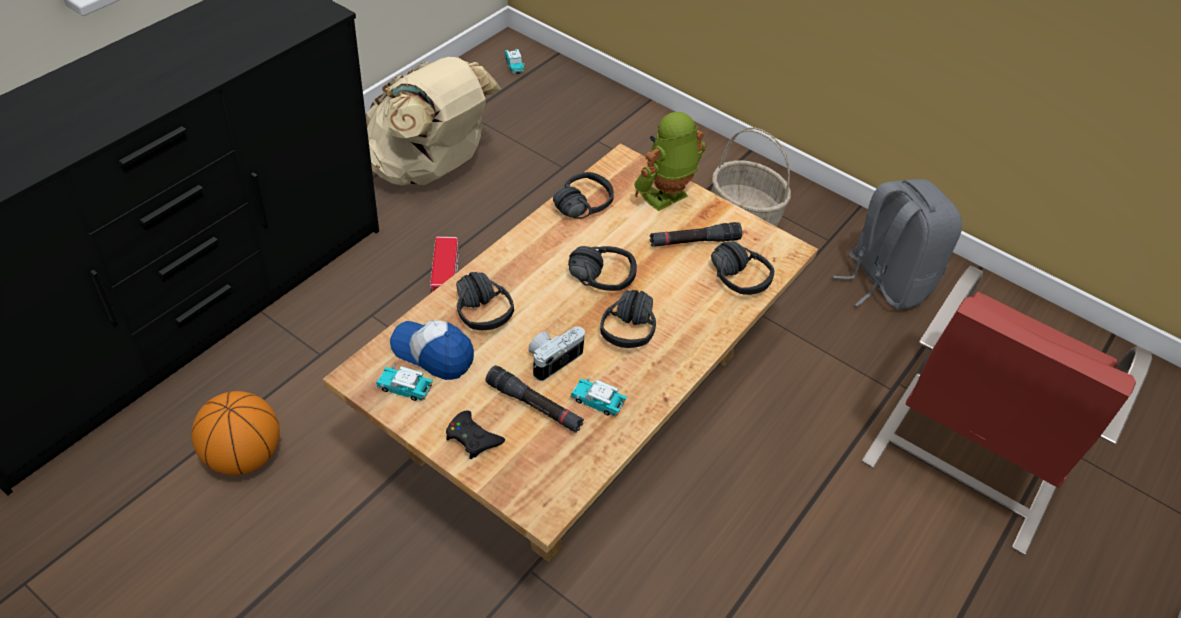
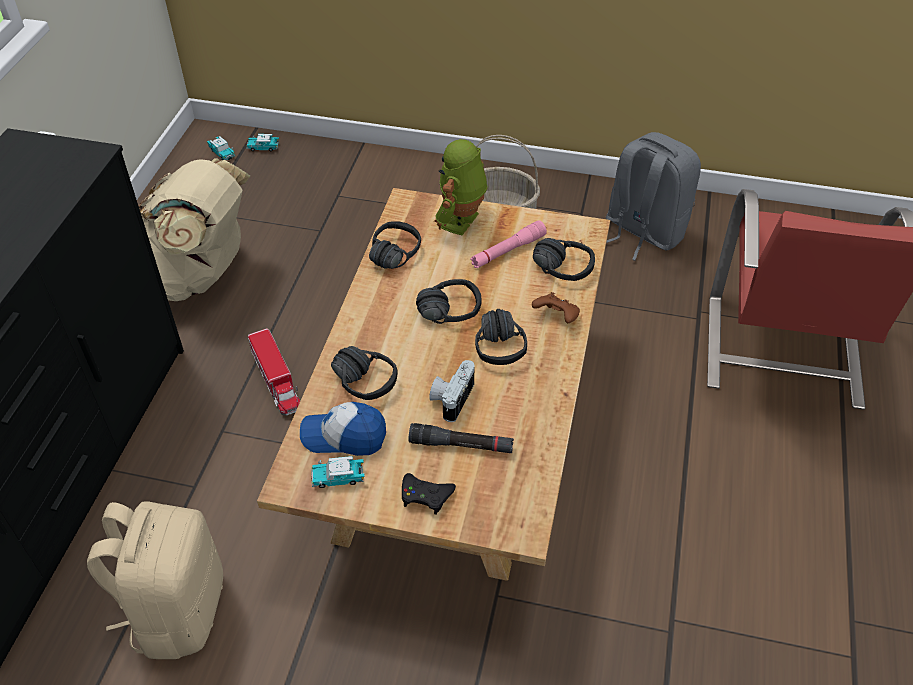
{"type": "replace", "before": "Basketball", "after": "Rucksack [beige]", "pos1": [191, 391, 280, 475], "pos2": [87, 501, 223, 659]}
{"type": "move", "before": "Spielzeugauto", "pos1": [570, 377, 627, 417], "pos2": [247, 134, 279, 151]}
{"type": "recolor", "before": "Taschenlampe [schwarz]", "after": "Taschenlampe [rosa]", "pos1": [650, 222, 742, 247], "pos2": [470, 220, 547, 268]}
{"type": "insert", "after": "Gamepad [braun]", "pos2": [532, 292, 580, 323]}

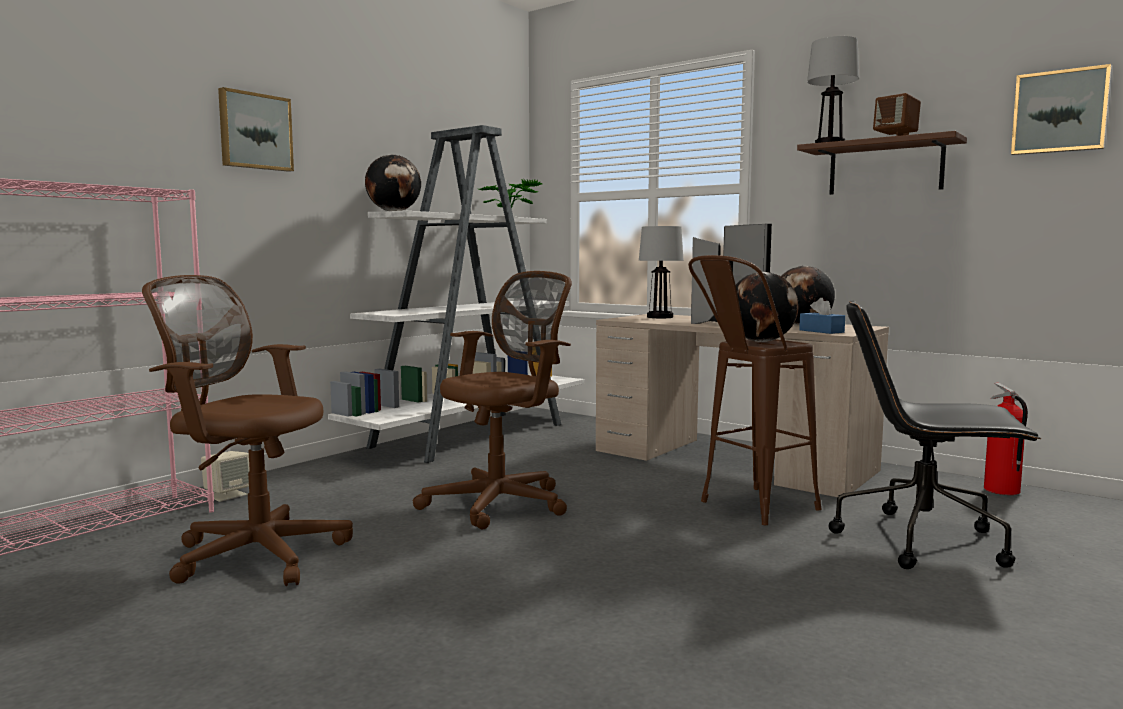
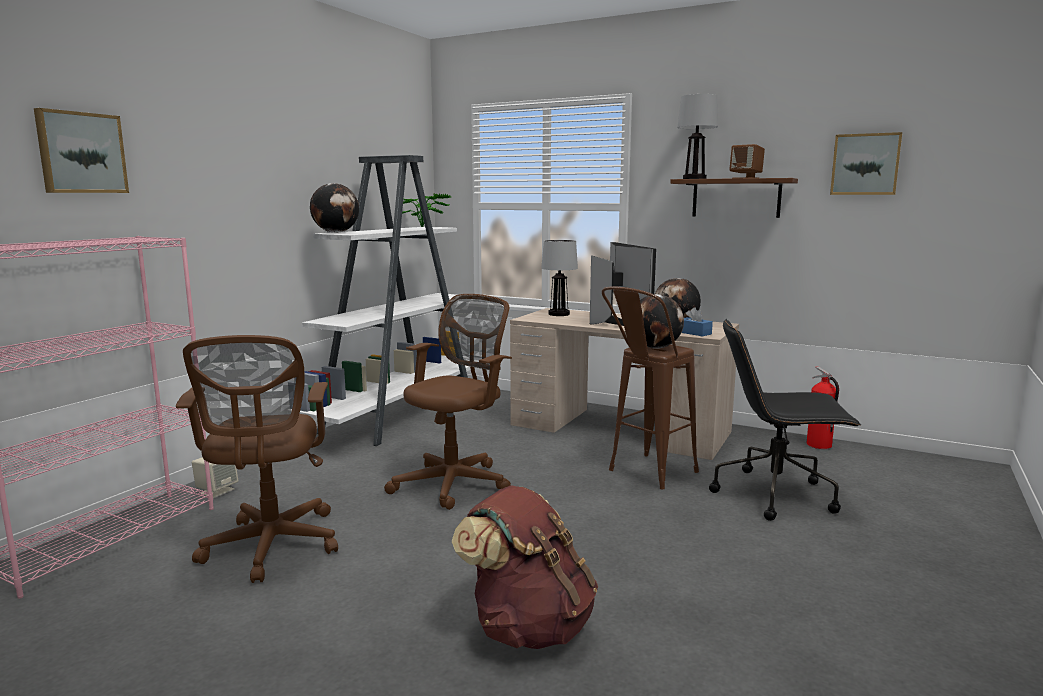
{"type": "rotate", "before": "Bürostuhl [braun]", "pos1": [142, 275, 353, 586], "pos2": [176, 335, 338, 583], "turn": -105}
{"type": "move", "before": "Bild", "pos1": [218, 87, 294, 172], "pos2": [34, 108, 129, 193]}
{"type": "insert", "after": "Rucksack [braun]", "pos2": [452, 485, 598, 649]}

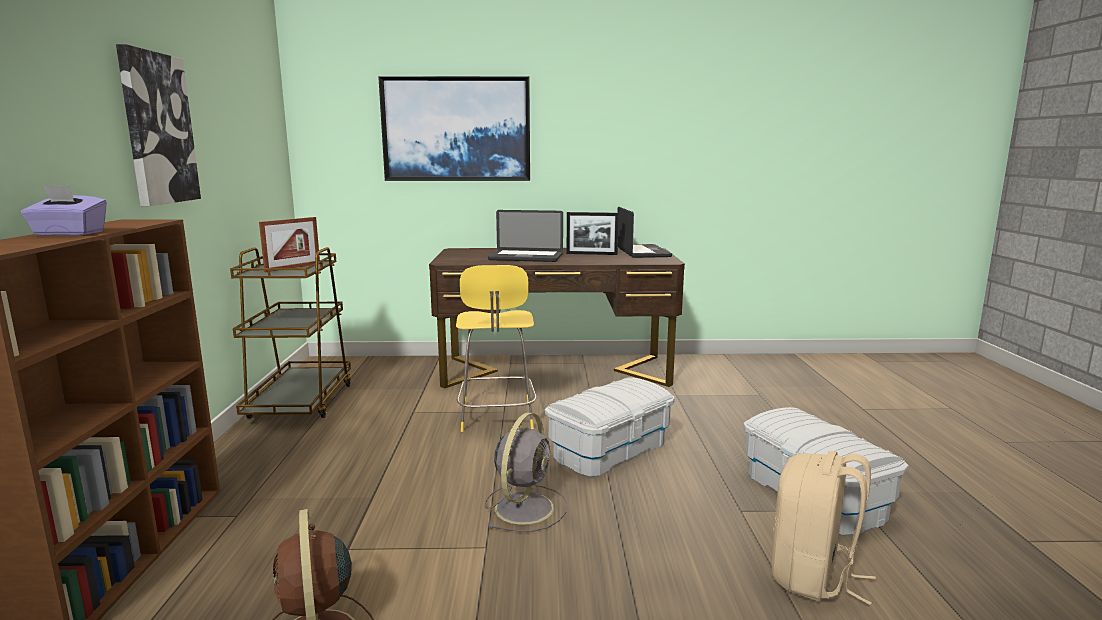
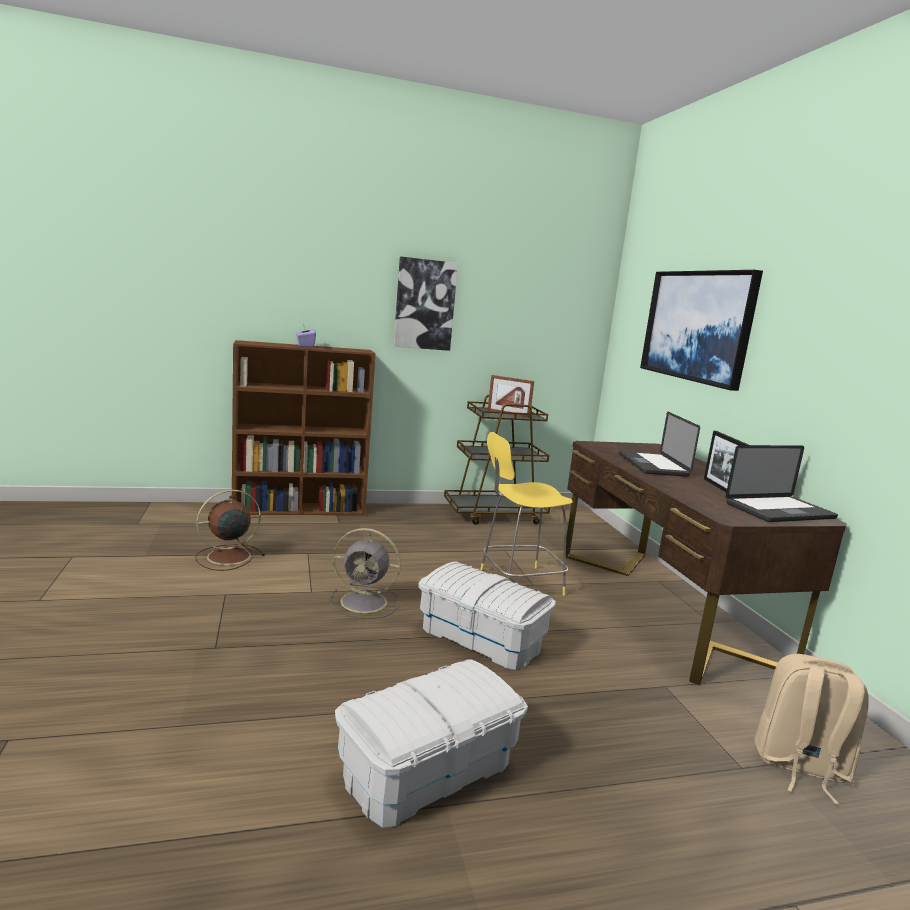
{"type": "move", "before": "Rucksack [beige]", "pos1": [771, 451, 876, 605], "pos2": [754, 654, 869, 804]}

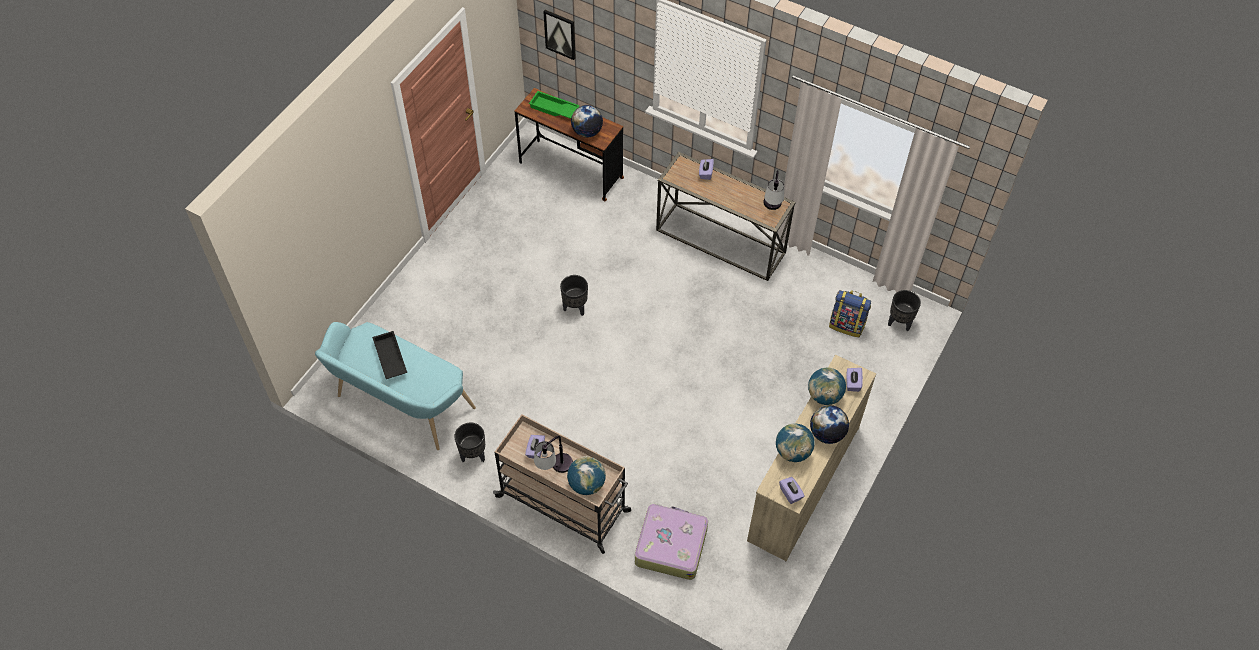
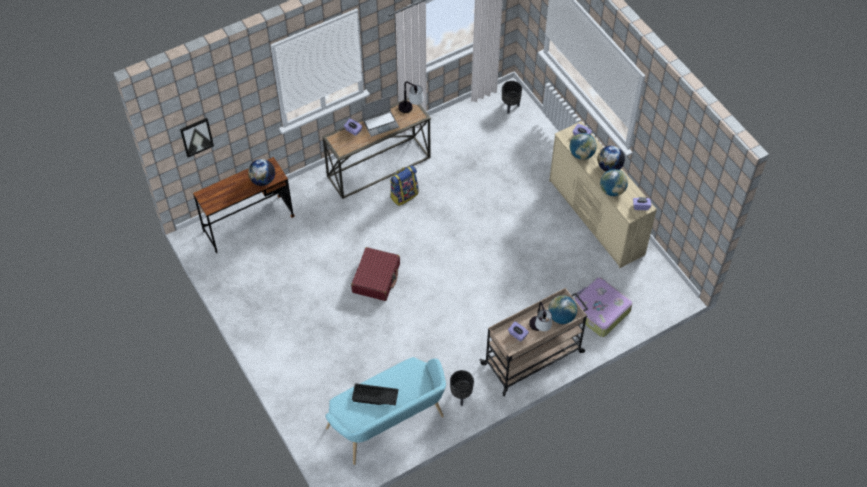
{"type": "delete", "before": "Tablett [grün]", "pos1": [529, 91, 580, 119]}
{"type": "replace", "before": "Pflanzkübel [schwarz]", "after": "Koffer [rot]", "pos1": [560, 275, 588, 316], "pos2": [351, 247, 400, 301]}
{"type": "move", "before": "Rucksack", "pos1": [829, 290, 871, 337], "pos2": [390, 165, 418, 206]}
{"type": "insert", "after": "Laptop", "pos2": [362, 96, 399, 137]}

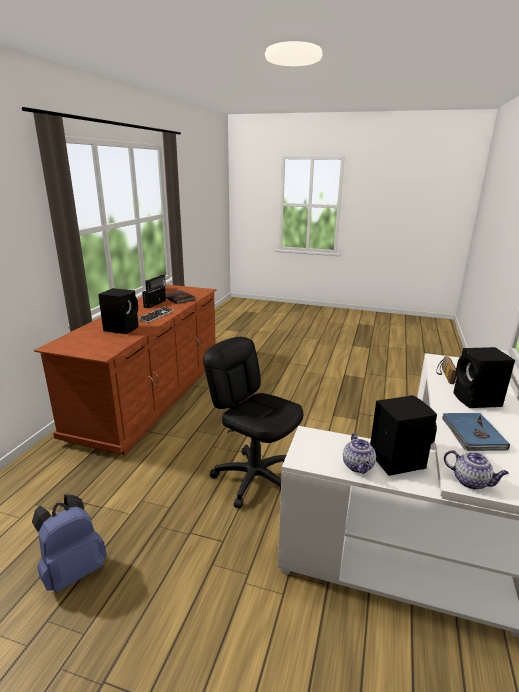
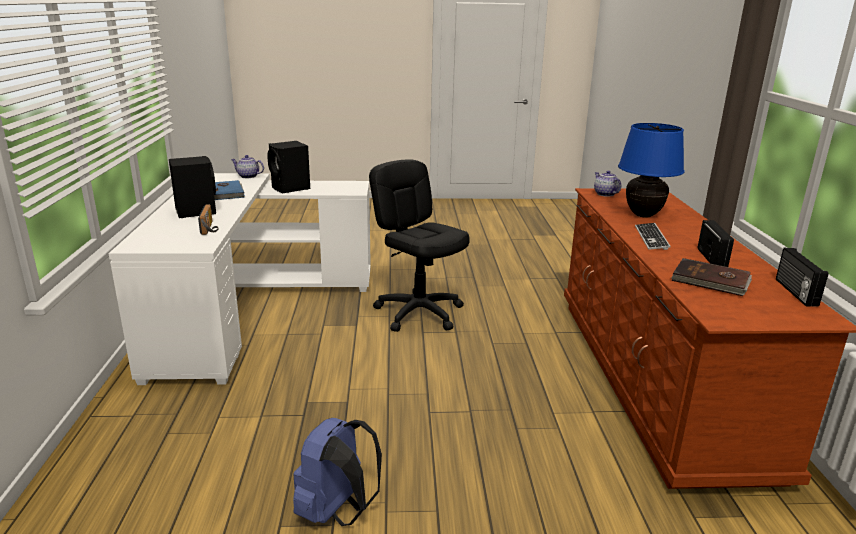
{"type": "move", "before": "Rucksack [blau]", "pos1": [32, 494, 107, 593], "pos2": [293, 418, 382, 526]}
{"type": "replace", "before": "Lautsprecher [schwarz]", "after": "Tischlampe [blau]", "pos1": [98, 288, 139, 334], "pos2": [618, 123, 685, 218]}
{"type": "rotate", "before": "Bürostuhl [schwarz]", "pos1": [203, 337, 303, 509], "pos2": [369, 159, 470, 332], "turn": -150}
{"type": "move", "before": "Teekanne", "pos1": [343, 433, 376, 474], "pos2": [594, 171, 621, 197]}

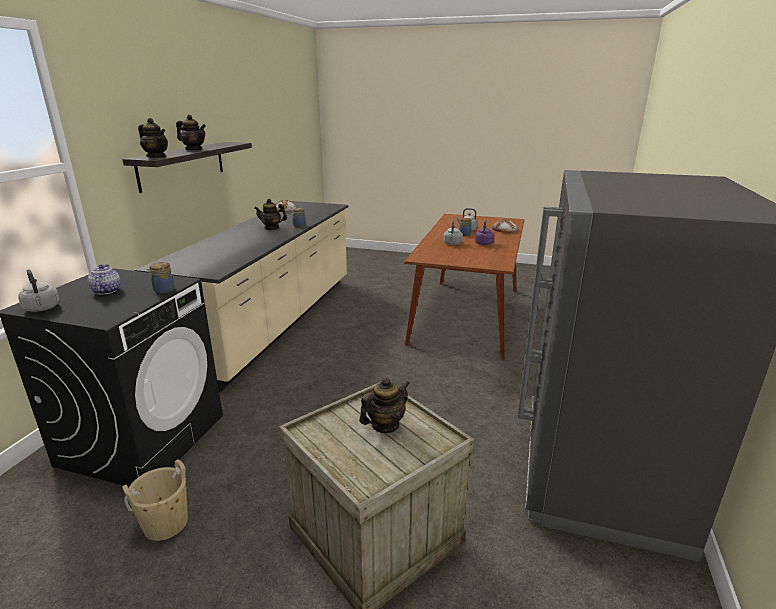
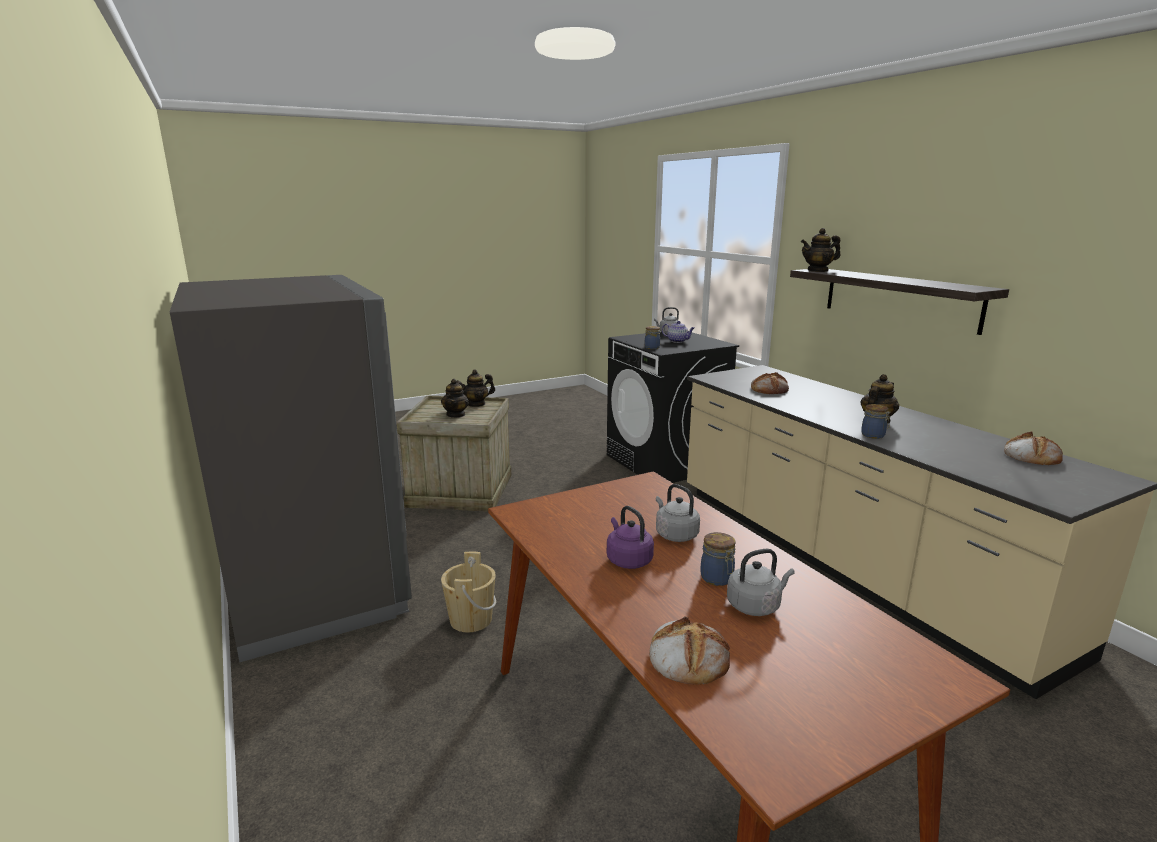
{"type": "move", "before": "Eimer [beige]", "pos1": [122, 459, 188, 541], "pos2": [441, 552, 496, 632]}
{"type": "move", "before": "Teekanne", "pos1": [176, 115, 206, 150], "pos2": [457, 370, 495, 407]}
{"type": "insert", "after": "Brot", "pos2": [751, 372, 789, 394]}

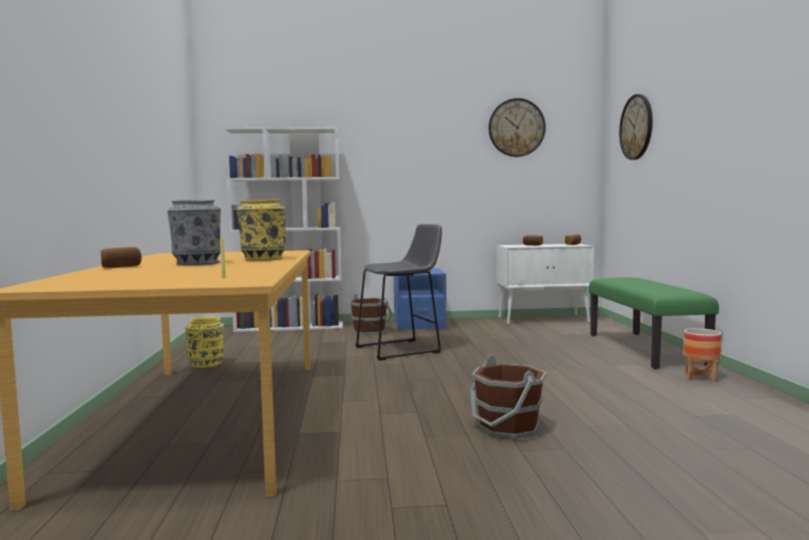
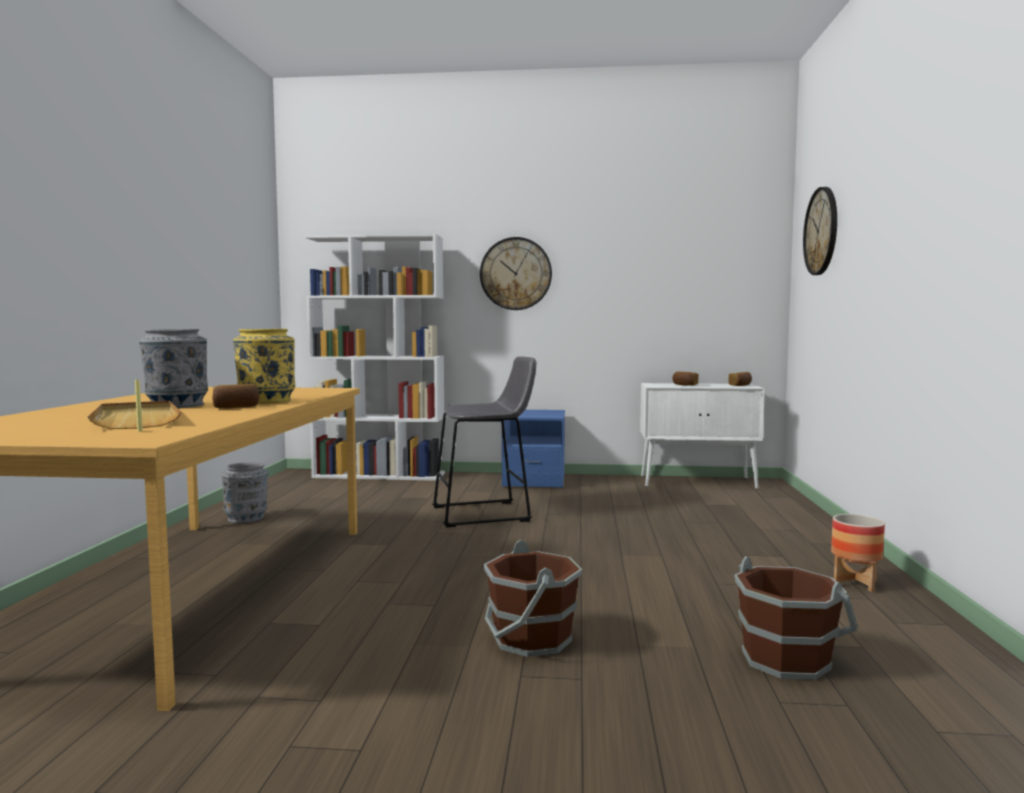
{"type": "move", "before": "Brot", "pos1": [101, 247, 142, 268], "pos2": [212, 384, 260, 408]}
{"type": "recolor", "before": "Vase [gelb]", "after": "Vase [grau]", "pos1": [185, 317, 224, 368], "pos2": [222, 462, 268, 523]}
{"type": "move", "before": "Eimer [braun]", "pos1": [350, 294, 393, 335], "pos2": [734, 556, 858, 680]}
{"type": "move", "before": "Wanduhr", "pos1": [489, 98, 546, 157], "pos2": [480, 237, 552, 310]}
{"type": "delete", "before": "Bank [grün]", "pos1": [589, 277, 719, 369]}
{"type": "insert", "after": "Tablett [beige]", "pos2": [88, 401, 181, 429]}

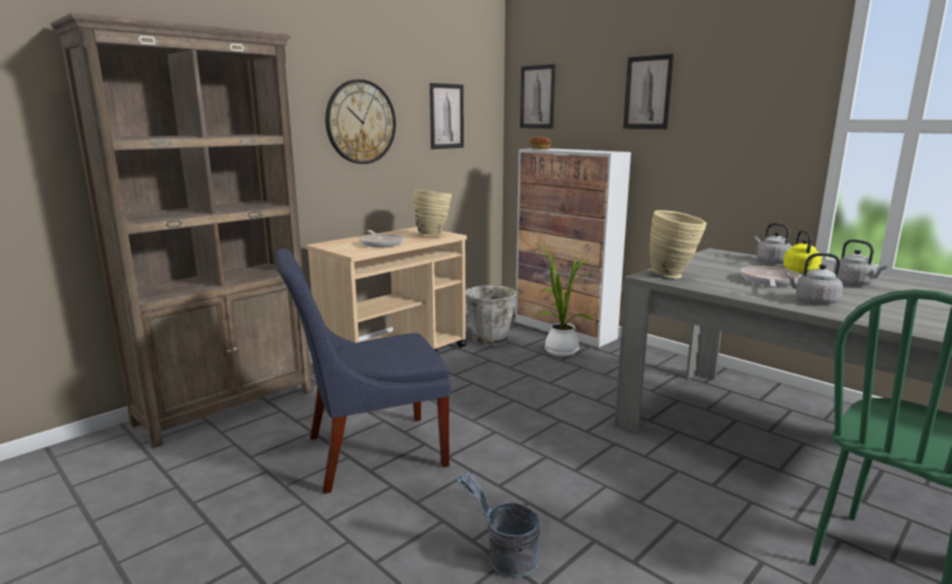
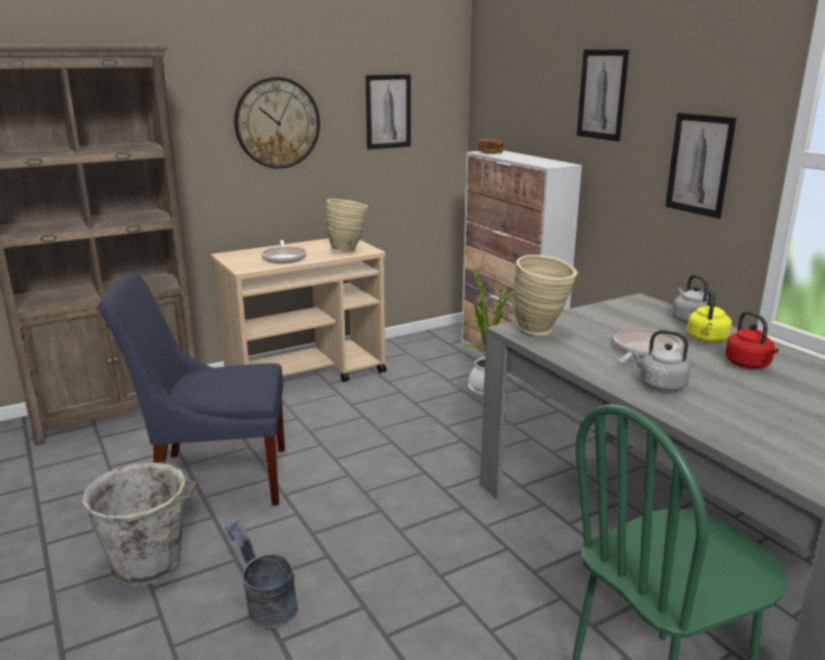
{"type": "move", "before": "Eimer [grau]", "pos1": [465, 285, 523, 346], "pos2": [82, 461, 197, 586]}
{"type": "move", "before": "Bild", "pos1": [520, 64, 556, 129], "pos2": [665, 113, 736, 219]}
{"type": "recolor", "before": "Wasserkessel [grau]", "after": "Wasserkessel [rot]", "pos1": [833, 239, 887, 286], "pos2": [725, 311, 779, 369]}

